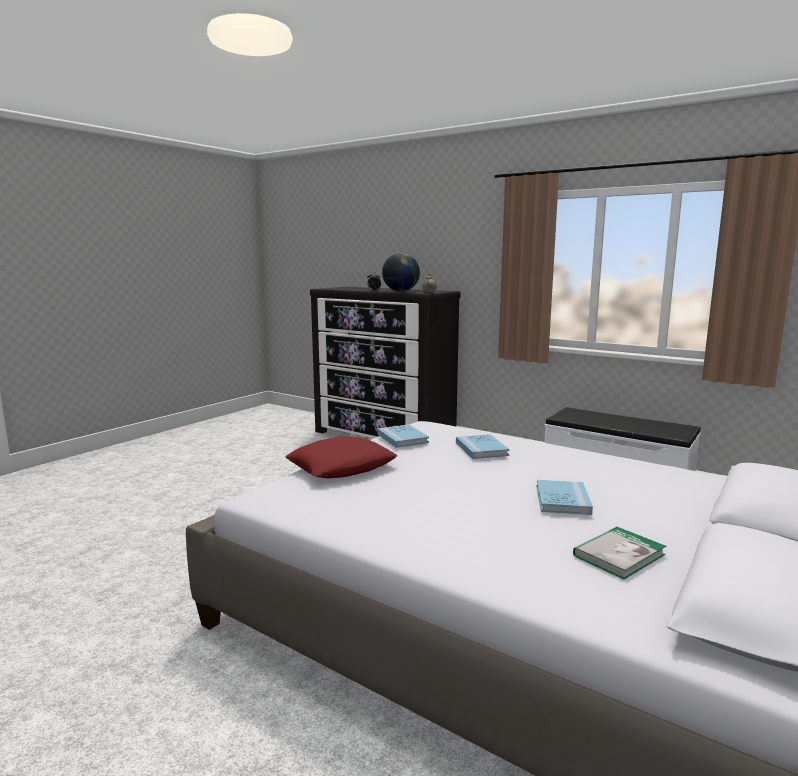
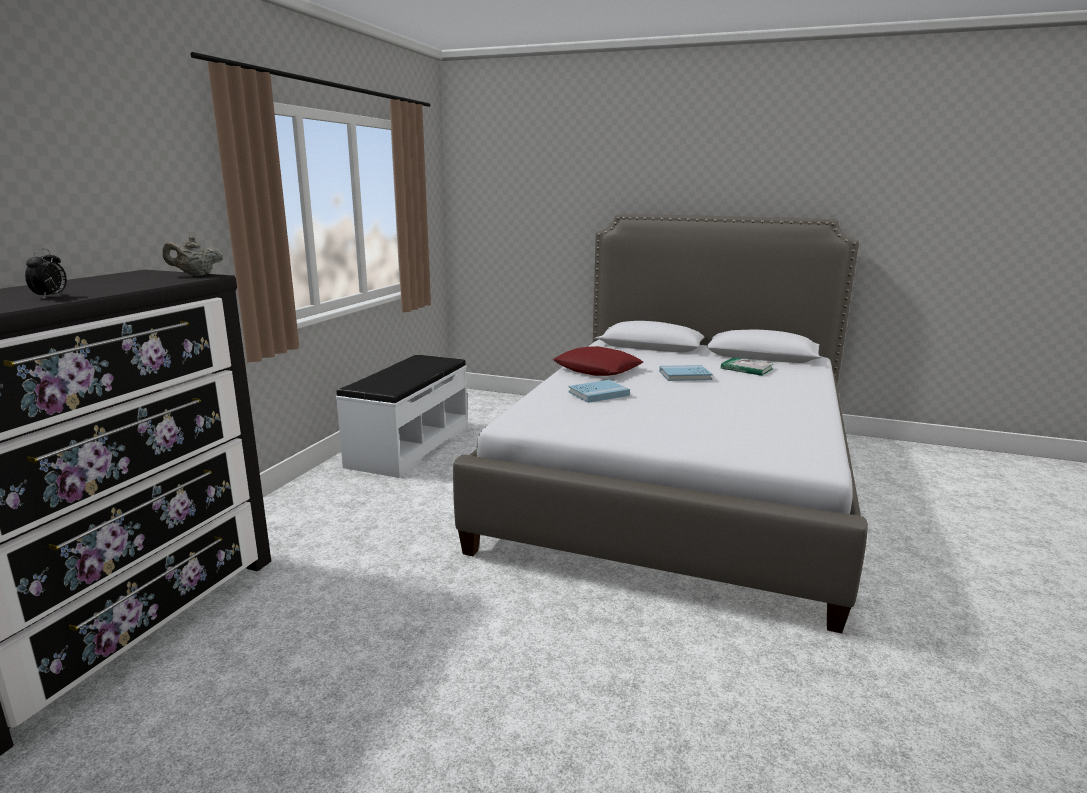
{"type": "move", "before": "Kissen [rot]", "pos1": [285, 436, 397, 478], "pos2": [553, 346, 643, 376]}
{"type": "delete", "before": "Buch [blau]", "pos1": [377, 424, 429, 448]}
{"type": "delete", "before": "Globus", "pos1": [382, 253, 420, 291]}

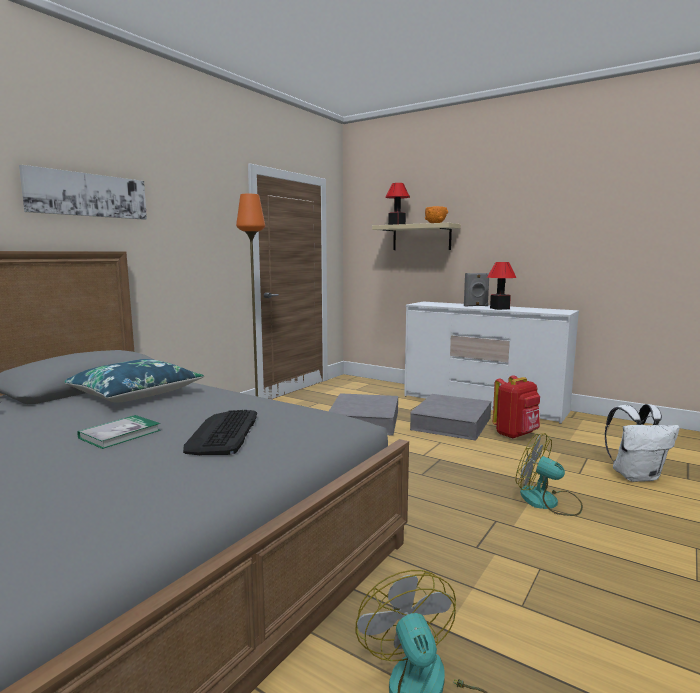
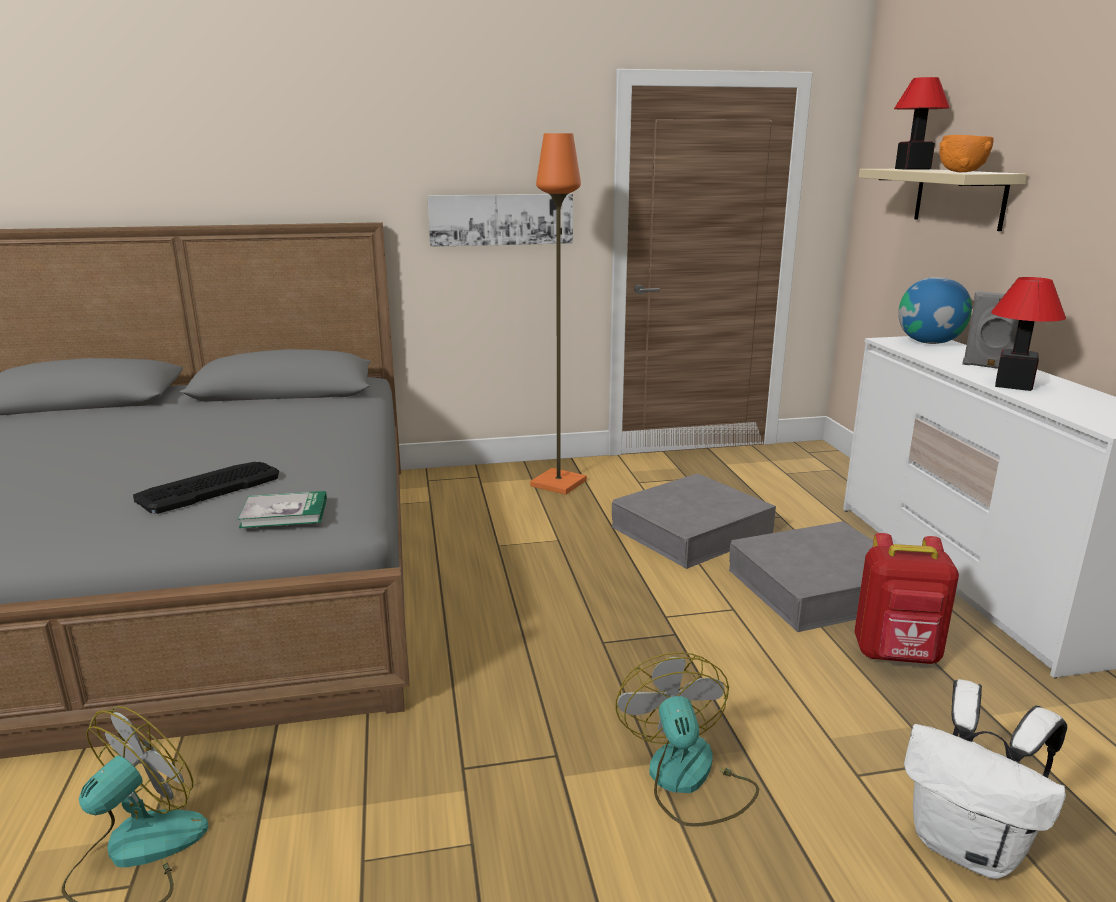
{"type": "move", "before": "Bild", "pos1": [19, 165, 147, 220], "pos2": [427, 194, 573, 247]}
{"type": "delete", "before": "Kissen [blau]", "pos1": [65, 359, 204, 403]}
{"type": "move", "before": "Buch", "pos1": [77, 415, 161, 449], "pos2": [238, 491, 327, 528]}
{"type": "insert", "after": "Globus", "pos2": [898, 277, 972, 344]}

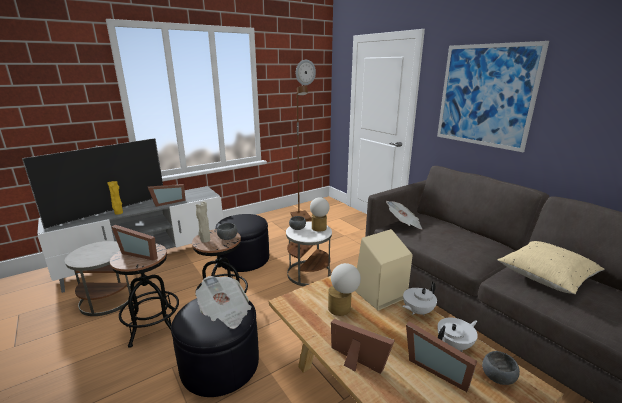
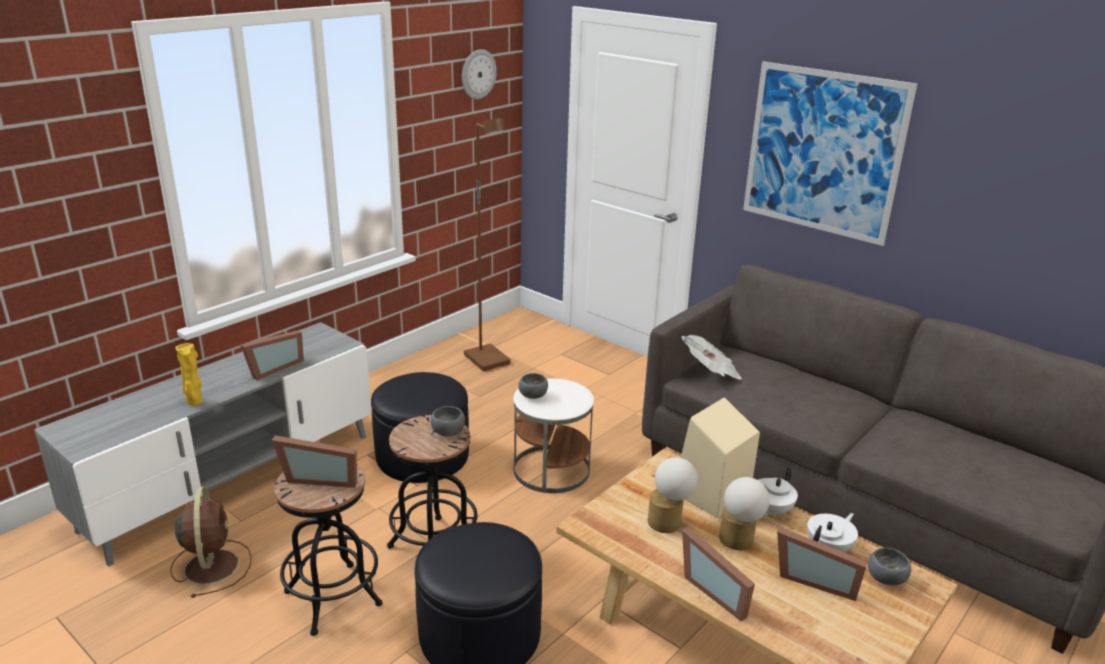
{"type": "delete", "before": "Fernseher", "pos1": [22, 138, 163, 229]}
{"type": "replace", "before": "Beistelltisch [weiß]", "after": "Ventilator [braun]", "pos1": [65, 241, 133, 316], "pos2": [170, 486, 252, 598]}
{"type": "delete", "before": "Zeitung", "pos1": [195, 276, 252, 329]}
{"type": "delete", "before": "Vase [beige]", "pos1": [196, 202, 210, 243]}
{"type": "move", "before": "Tischlampe", "pos1": [310, 197, 330, 232], "pos2": [719, 477, 770, 550]}
{"type": "rotate", "before": "Bilderrahmen", "pos1": [331, 319, 395, 374], "pos2": [682, 526, 755, 621], "turn": -150}
{"type": "delete", "before": "Kissen [beige]", "pos1": [498, 241, 604, 294]}

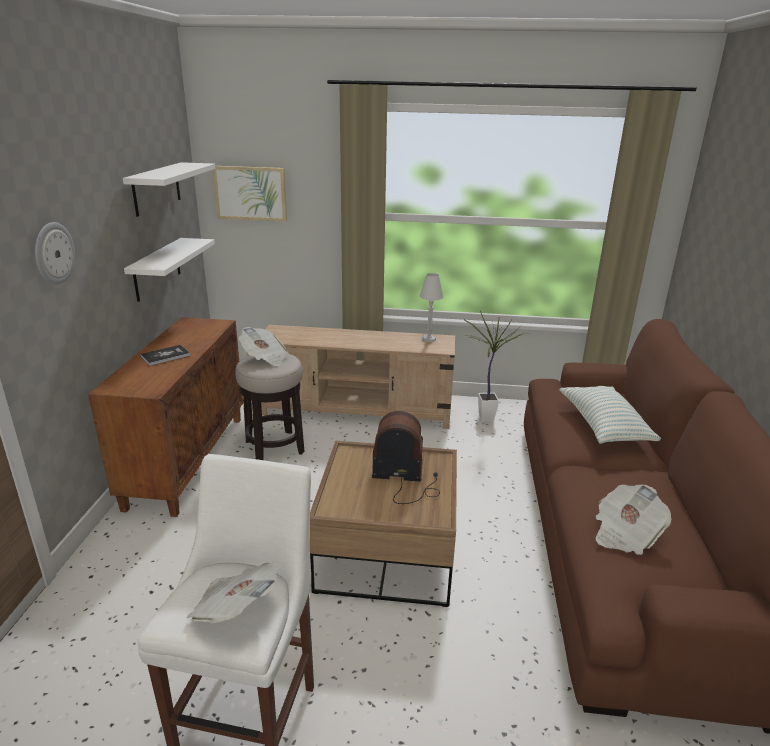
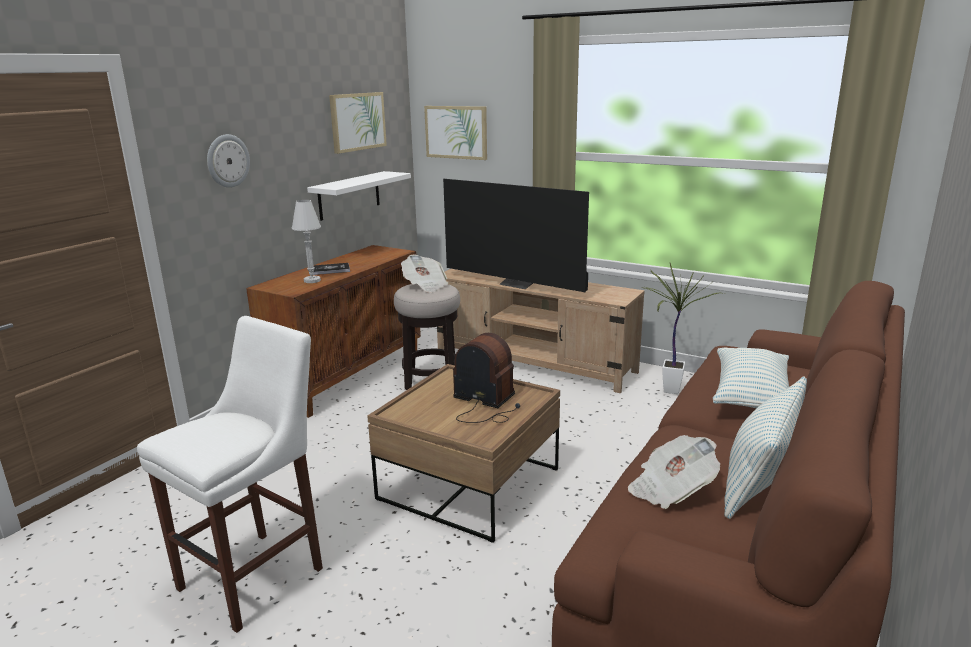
{"type": "replace", "before": "Wandregal [weiß]", "after": "Bild", "pos1": [123, 162, 215, 217], "pos2": [329, 92, 387, 154]}
{"type": "delete", "before": "Zeitung", "pos1": [186, 563, 282, 623]}
{"type": "move", "before": "Tischlampe [weiß]", "pos1": [419, 273, 443, 342], "pos2": [292, 200, 321, 283]}
{"type": "insert", "after": "Fernseher", "pos2": [443, 179, 589, 292]}
{"type": "insert", "after": "Kissen", "pos2": [724, 377, 807, 519]}

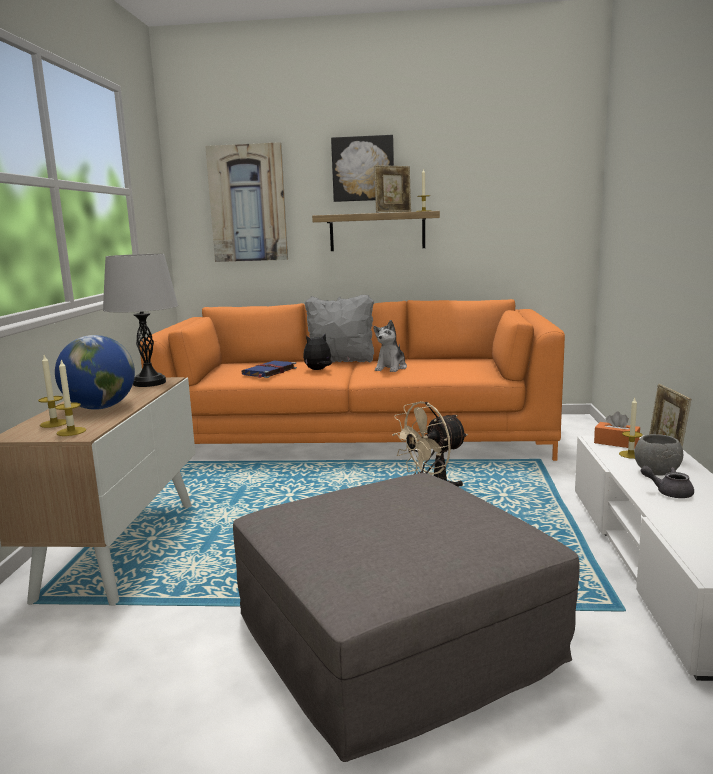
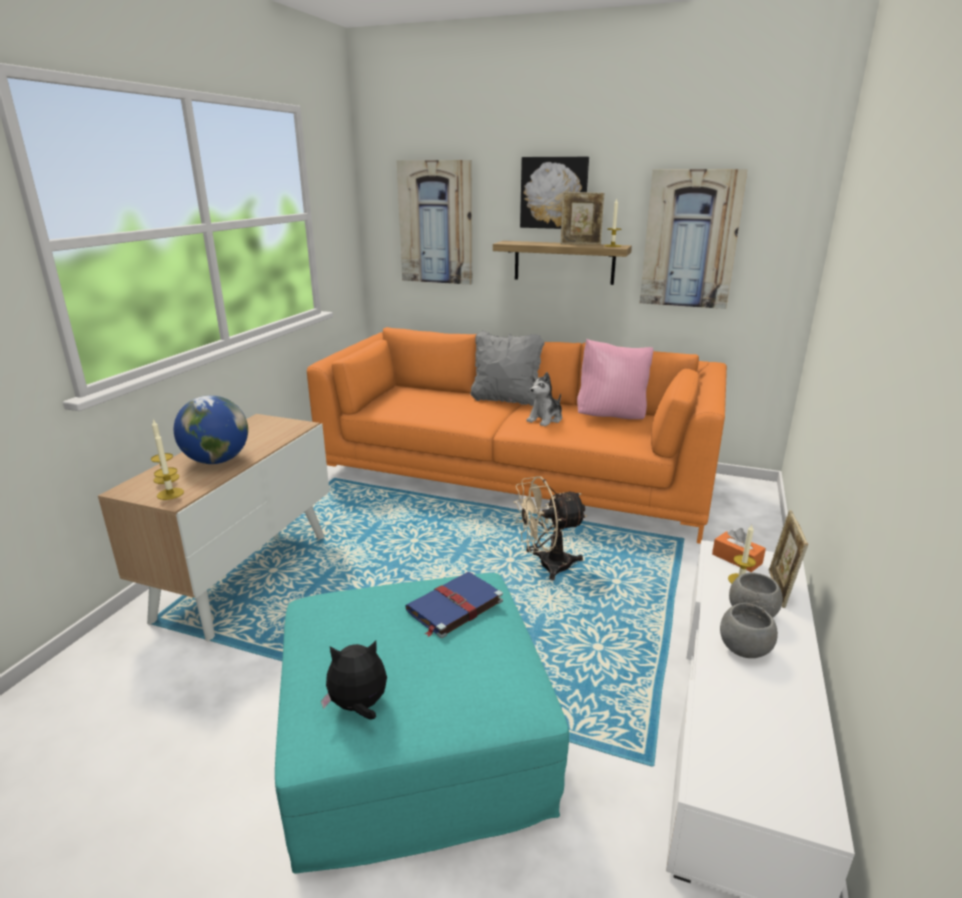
{"type": "delete", "before": "Tischlampe [grau]", "pos1": [103, 254, 178, 387]}
{"type": "recolor", "before": "Polsterhocker [grau]", "after": "Polsterhocker [türkis]", "pos1": [233, 473, 579, 762], "pos2": [275, 573, 569, 874]}
{"type": "move", "before": "Buch [blau]", "pos1": [241, 360, 297, 378], "pos2": [405, 572, 503, 638]}
{"type": "move", "before": "Plüschtier", "pos1": [303, 333, 332, 370], "pos2": [321, 641, 387, 720]}
{"type": "replace", "before": "Teekanne [grau]", "after": "Schüssel [grau]", "pos1": [641, 466, 694, 498], "pos2": [720, 603, 778, 658]}
{"type": "insert", "after": "Kissen [rosa]", "pos2": [577, 339, 653, 419]}
{"type": "insert", "after": "Bild", "pos2": [640, 169, 748, 309]}

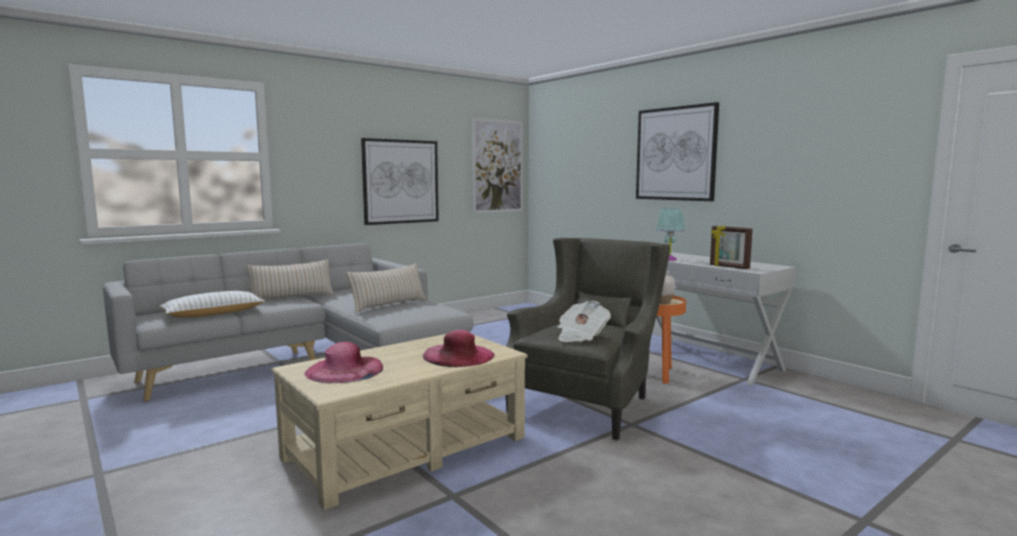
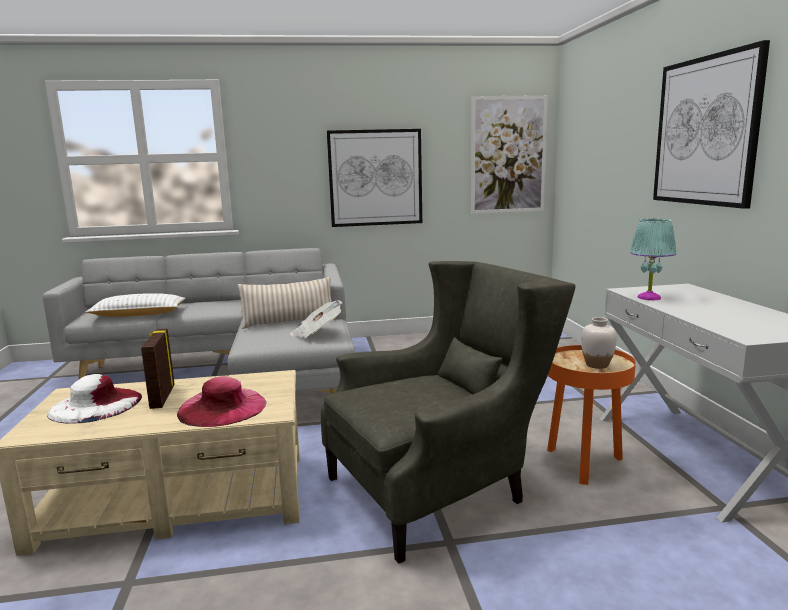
{"type": "delete", "before": "Kissen [beige]", "pos1": [246, 259, 334, 299]}
{"type": "recolor", "before": "Hut [rosa]", "after": "Hut [weiß]", "pos1": [304, 342, 383, 383], "pos2": [47, 374, 142, 424]}
{"type": "move", "before": "Zeitung", "pos1": [558, 301, 611, 342], "pos2": [290, 300, 343, 338]}
{"type": "move", "before": "Bilderrahmen", "pos1": [710, 226, 753, 269], "pos2": [141, 329, 175, 409]}

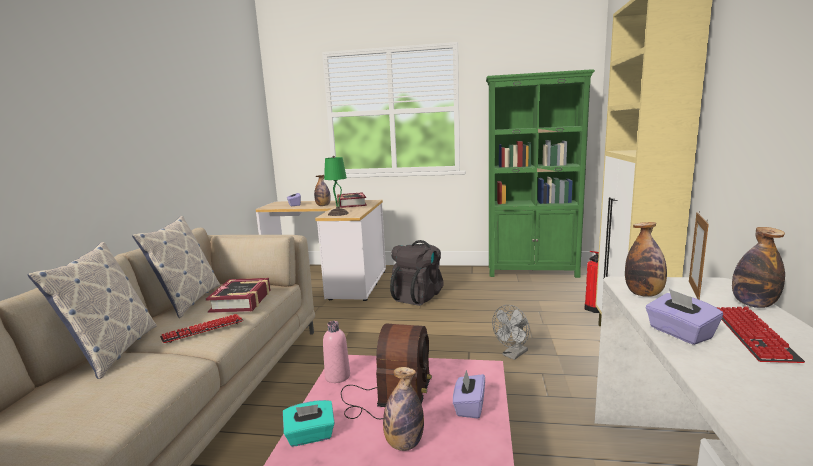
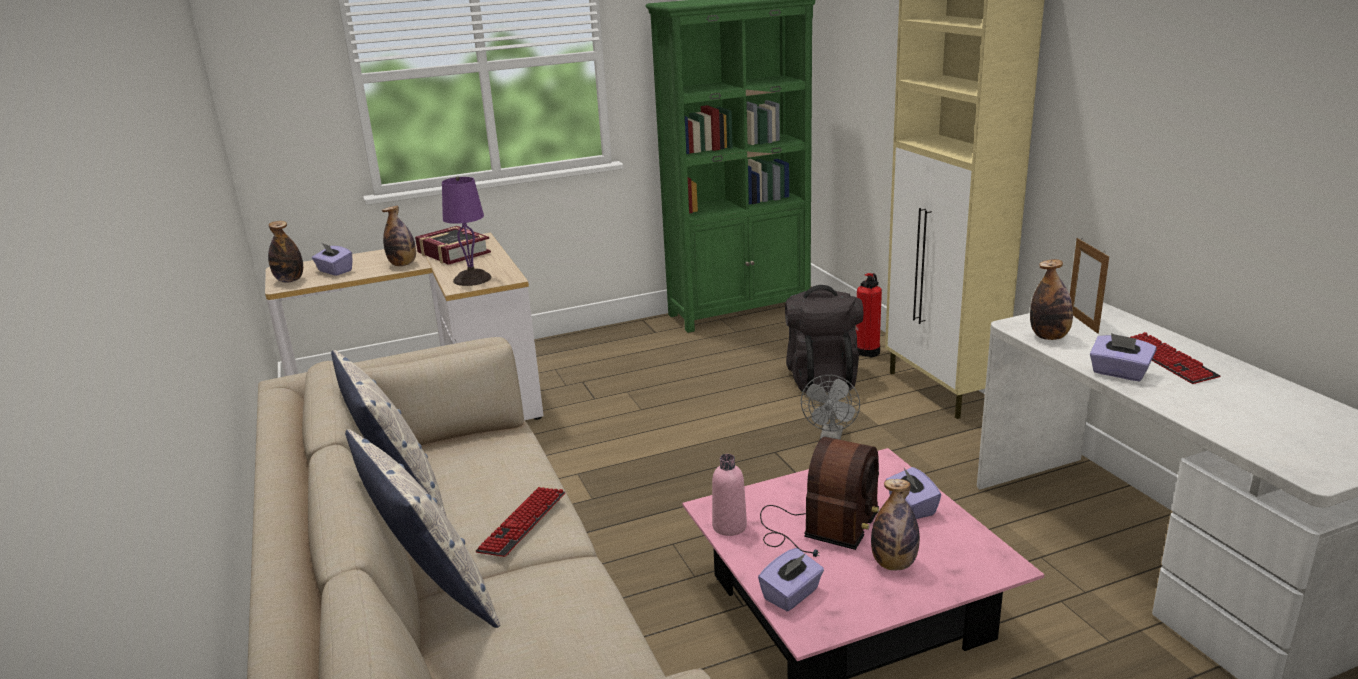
{"type": "delete", "before": "Buch", "pos1": [206, 278, 271, 313]}
{"type": "recolor", "before": "Taschentuchbox [türkis]", "after": "Taschentuchbox [lila]", "pos1": [283, 400, 335, 447], "pos2": [758, 548, 824, 611]}
{"type": "recolor", "before": "Tischlampe [grün]", "after": "Tischlampe [lila]", "pos1": [324, 156, 349, 216], "pos2": [442, 177, 492, 286]}
{"type": "rotate", "before": "Radio", "pos1": [341, 323, 432, 419], "pos2": [760, 437, 879, 557], "turn": 45}
{"type": "move", "before": "Rucksack [schwarz]", "pos1": [390, 240, 444, 306], "pos2": [785, 285, 863, 393]}
{"type": "move", "before": "Flasche", "pos1": [732, 227, 785, 308], "pos2": [268, 221, 303, 283]}

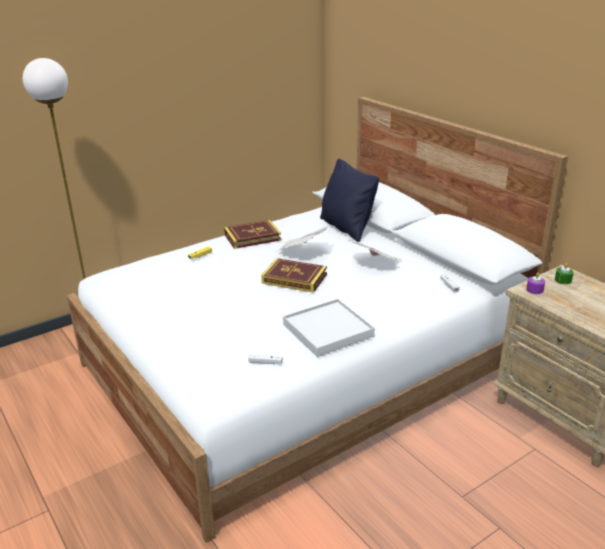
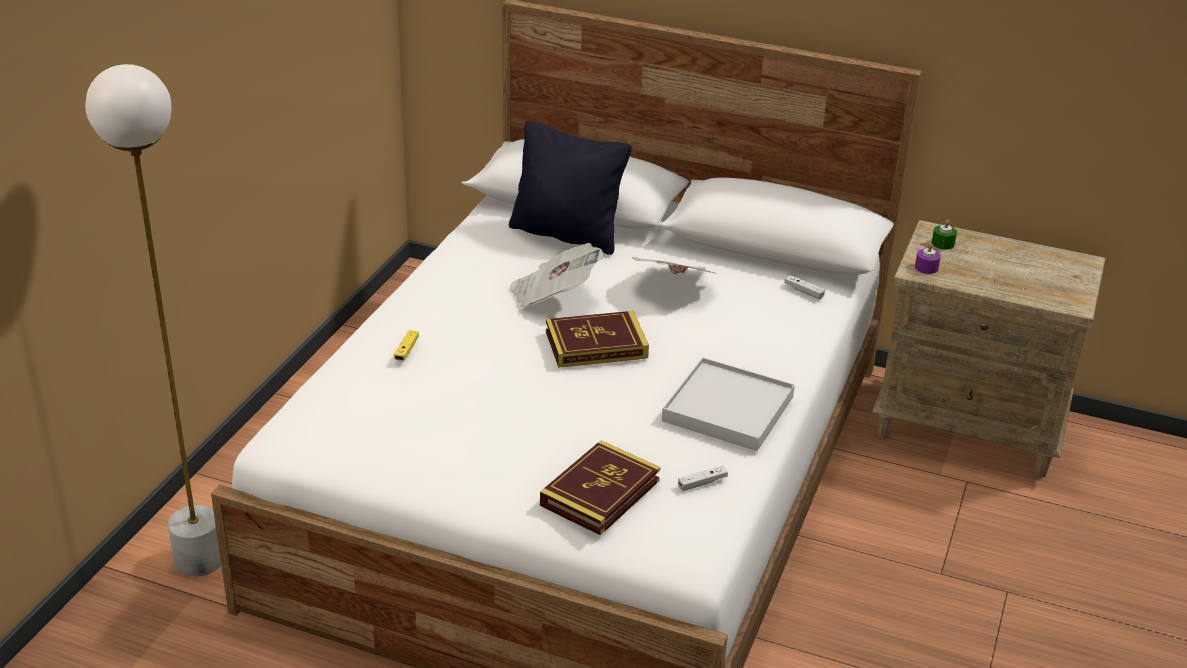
{"type": "move", "before": "Buch", "pos1": [224, 220, 281, 249], "pos2": [540, 440, 660, 536]}

